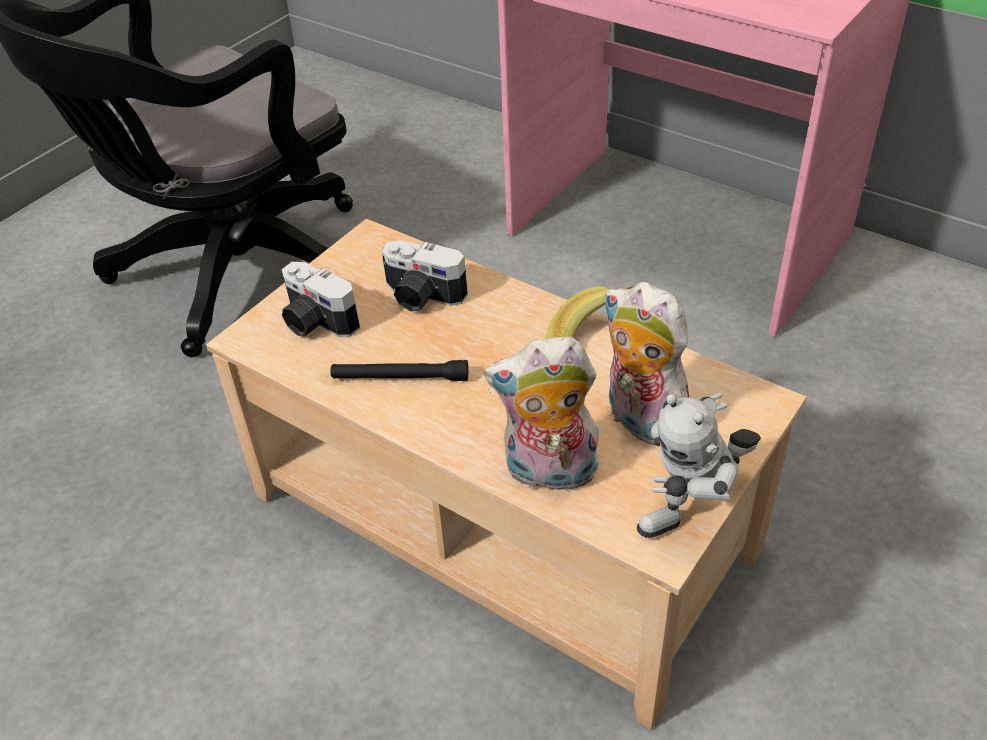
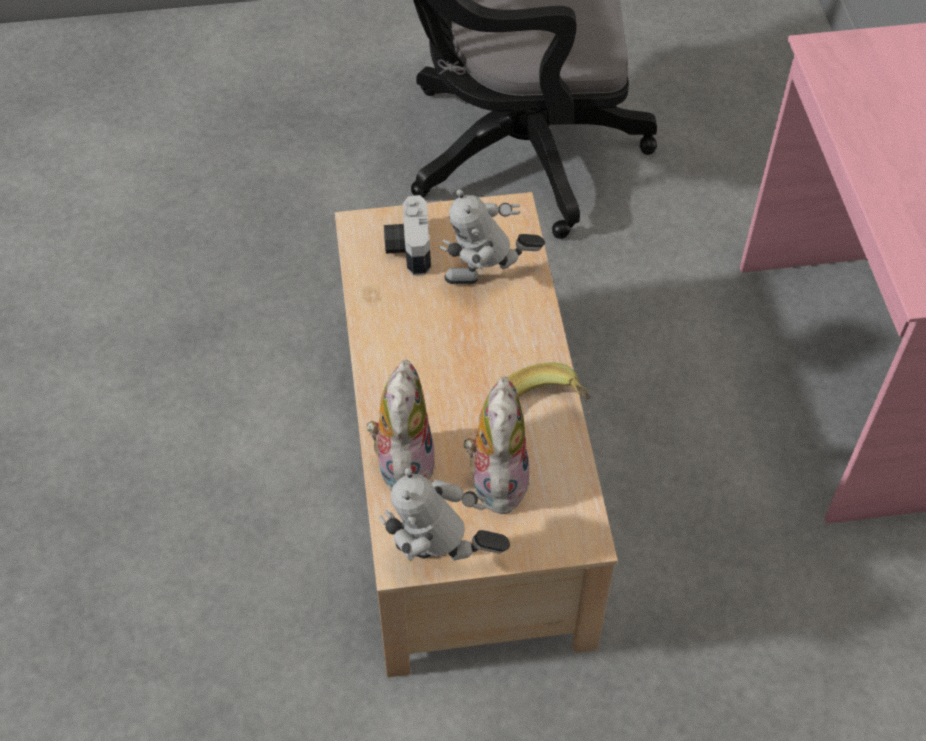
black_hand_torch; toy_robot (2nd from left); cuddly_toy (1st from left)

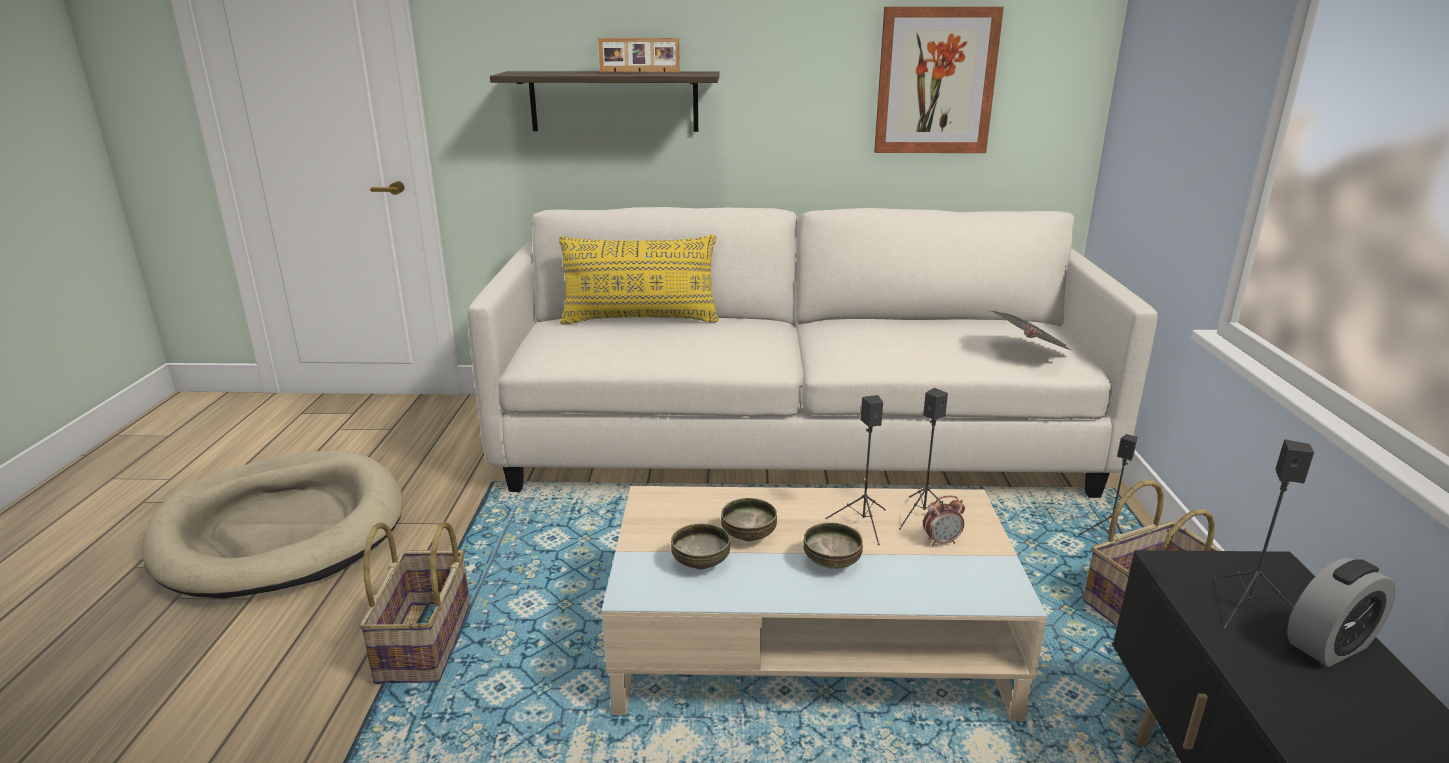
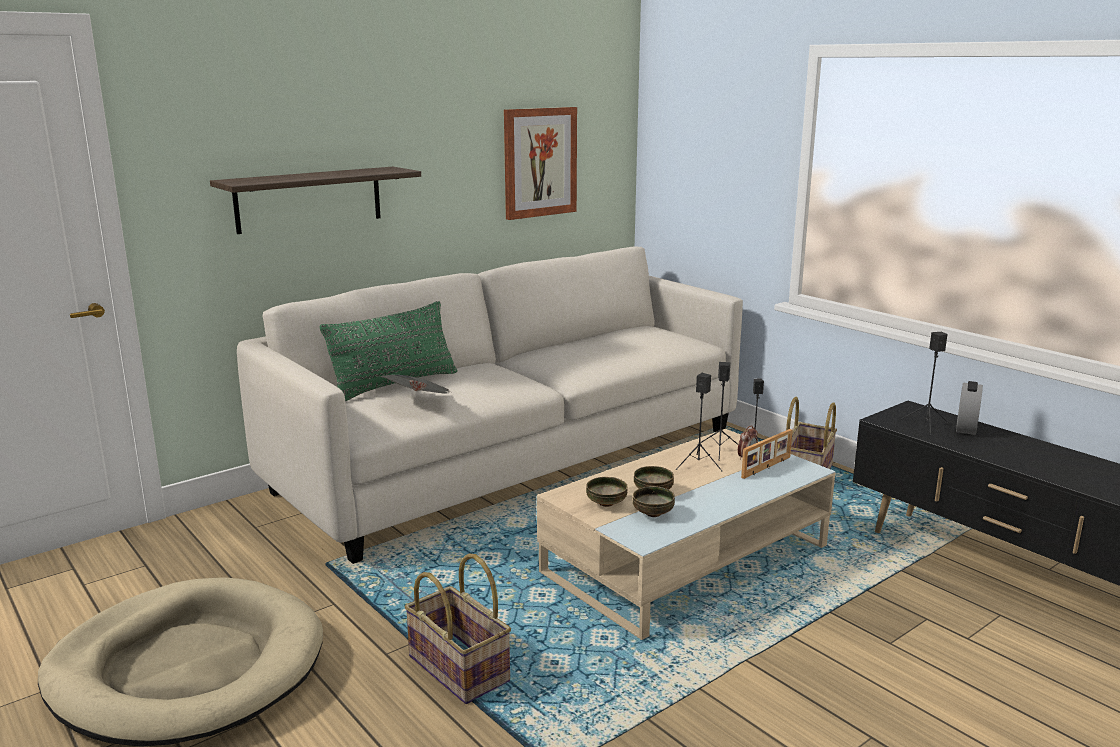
photo_frame; serving_bowl (1st from left); daily_paper; greenish_pillow

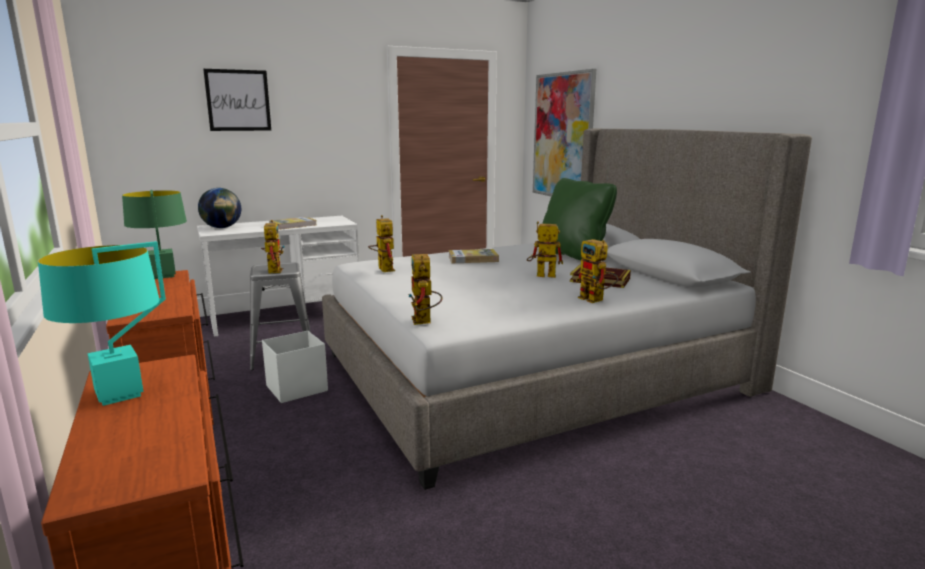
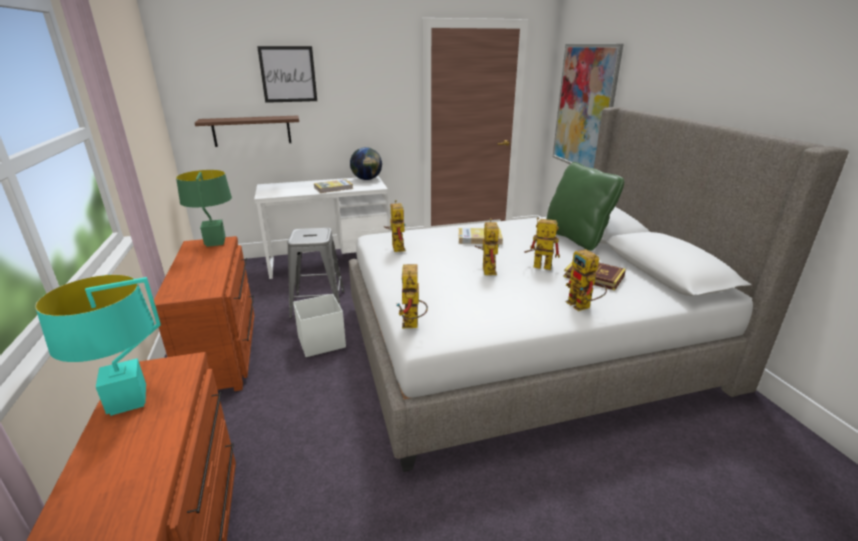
bracket_shelf; world_globe; toy_robot (3rd from left)

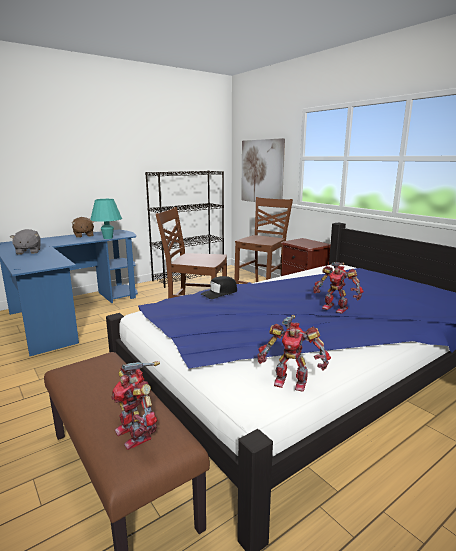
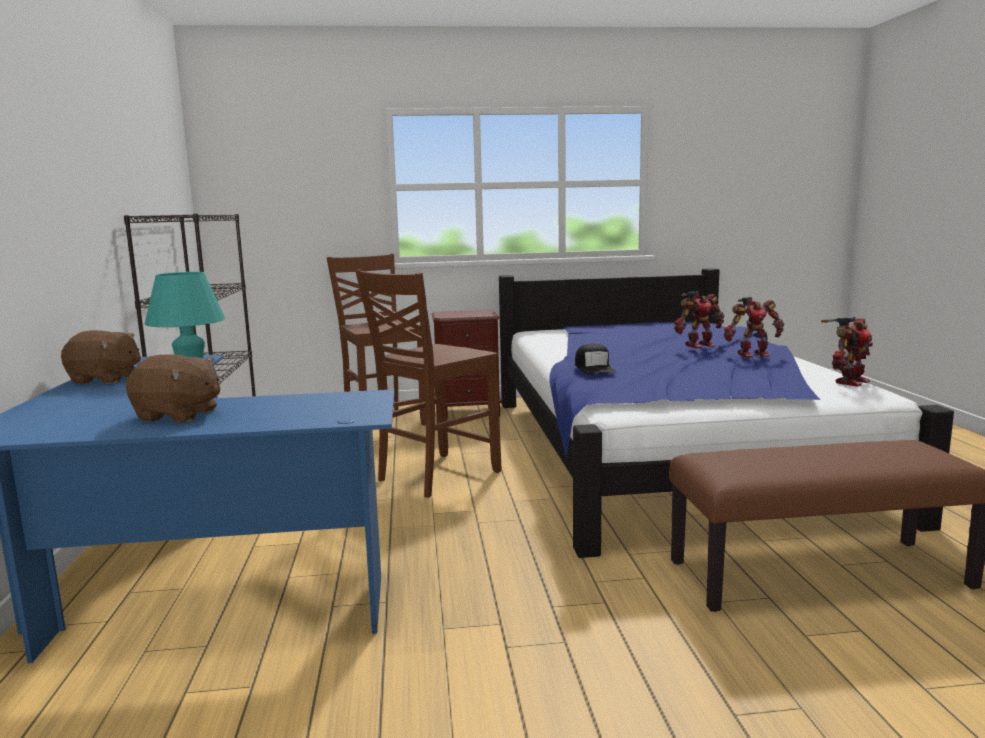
wall_picture; toy_robot (2nd from left); brownish_cuddly_toy (2nd from left)

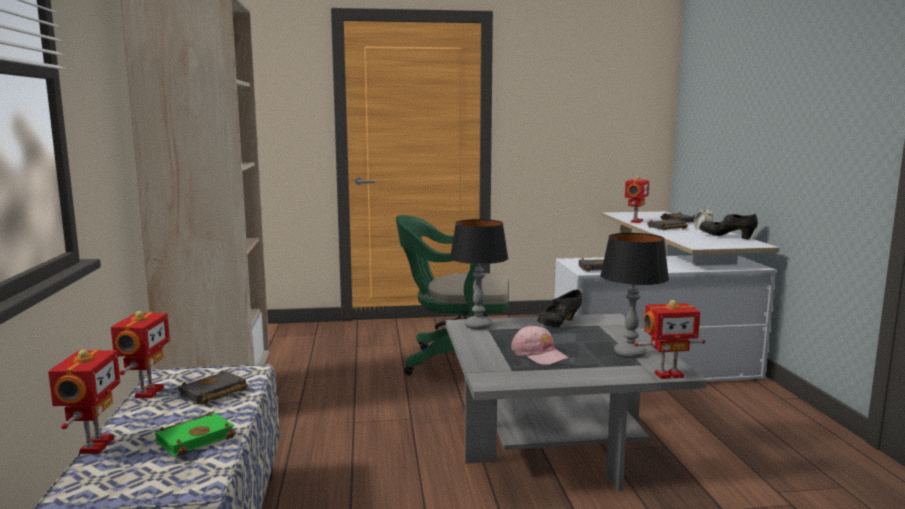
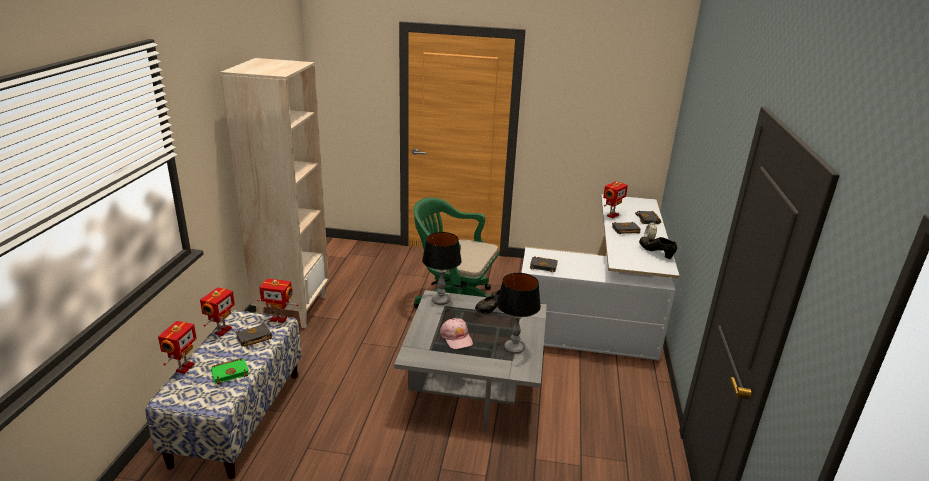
toy_robot (3rd from left)

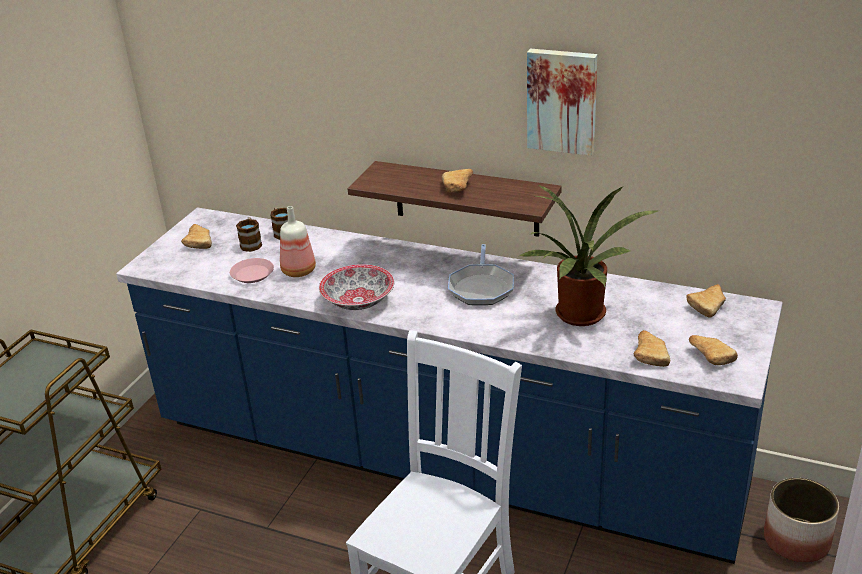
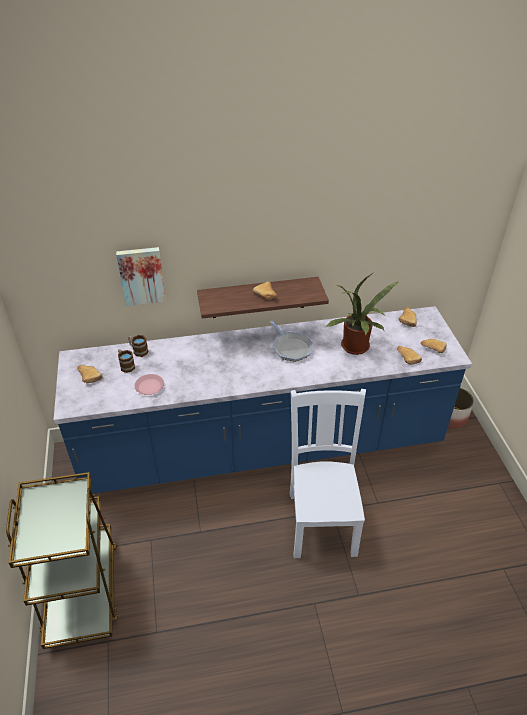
drink_bottle; serving_bowl; wall_picture

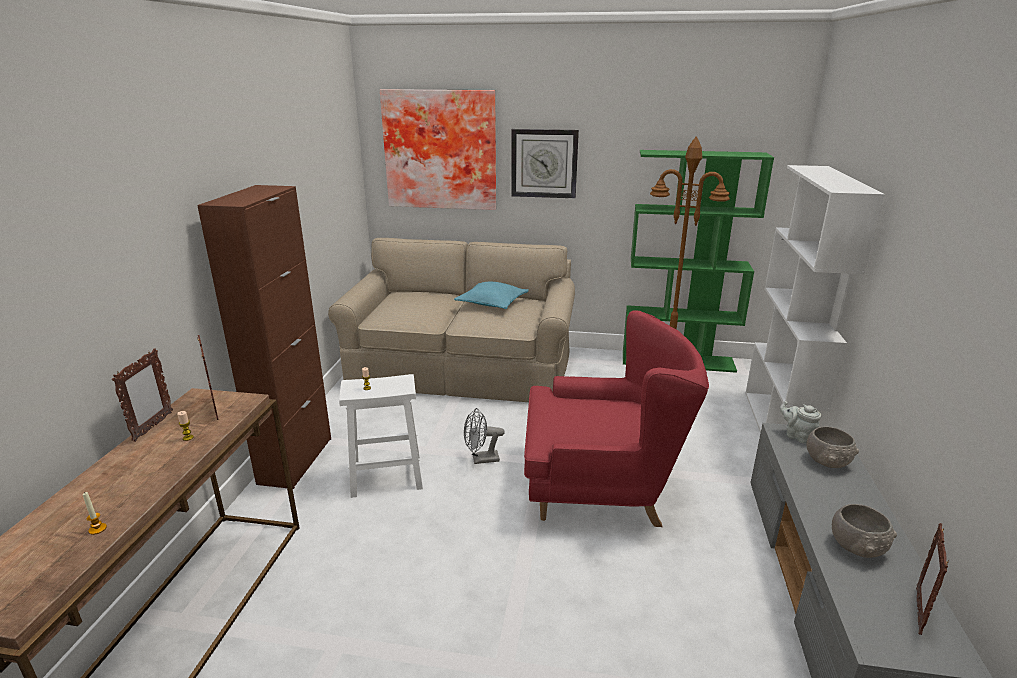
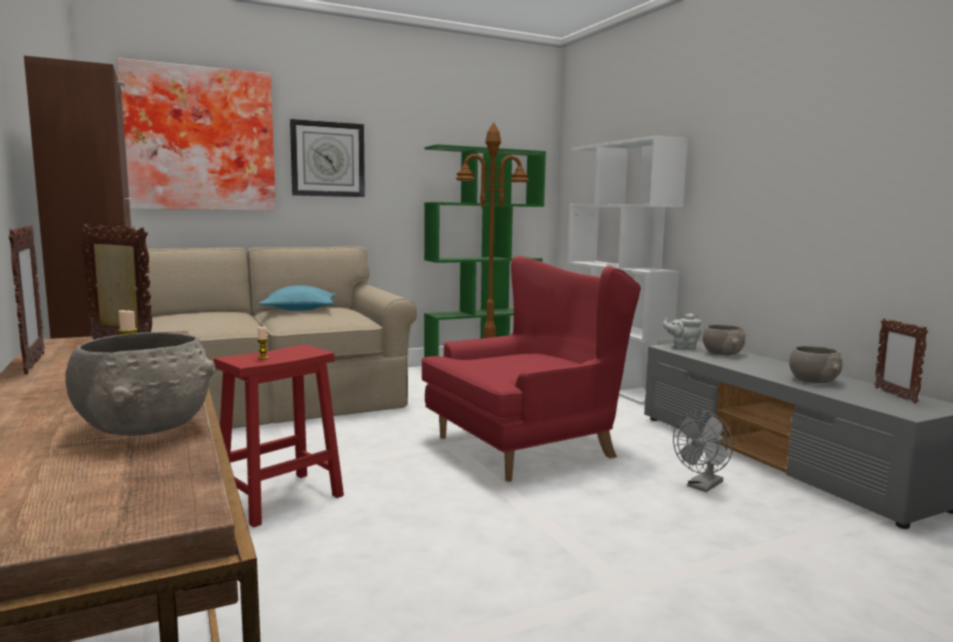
gray_electric_fan; gray_serving_bowl (1st from left); reddish_stool

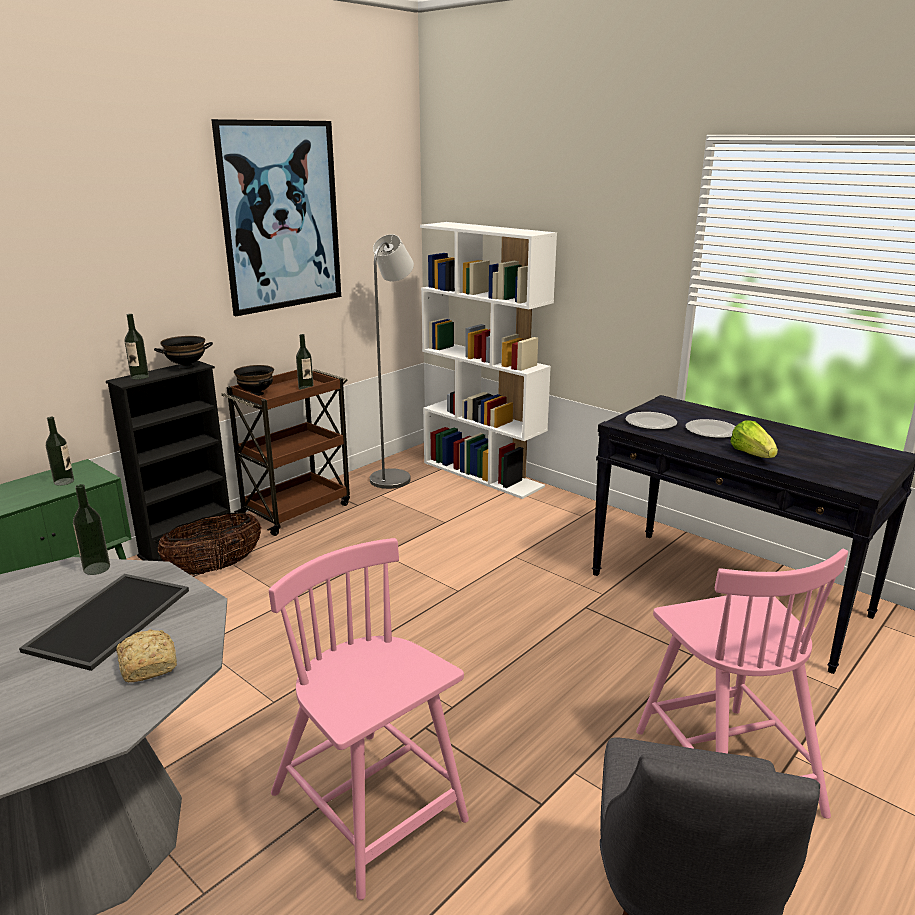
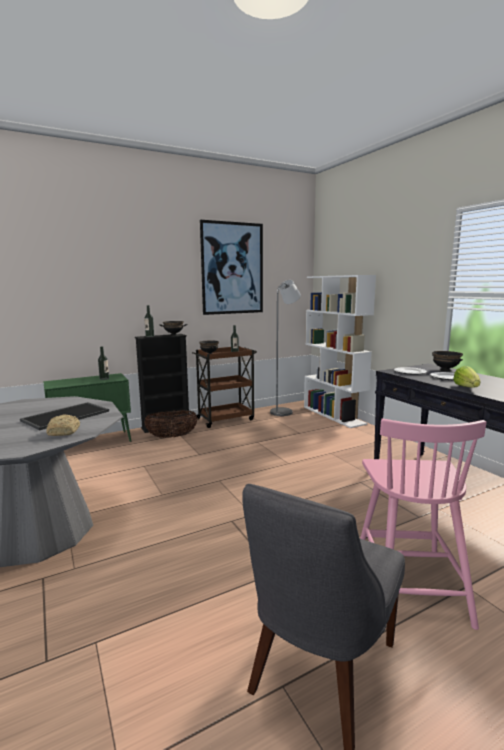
drink_bottle (2nd from left in the first image); pink-coloured_chair (1st from left in the first image); black_serving_bowl (3rd from left)

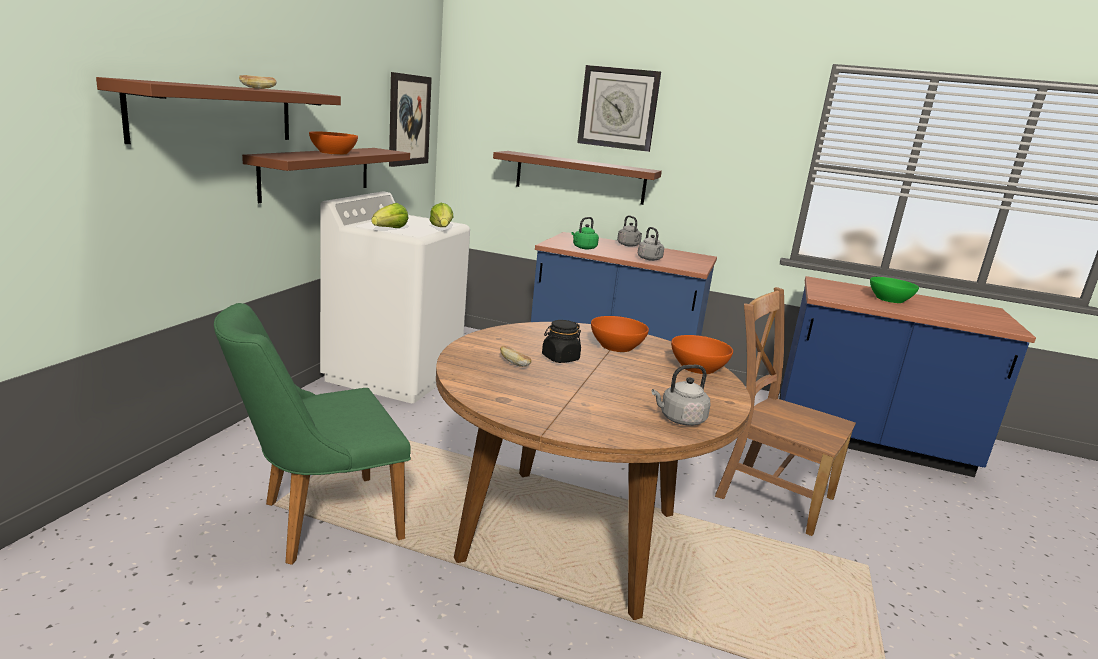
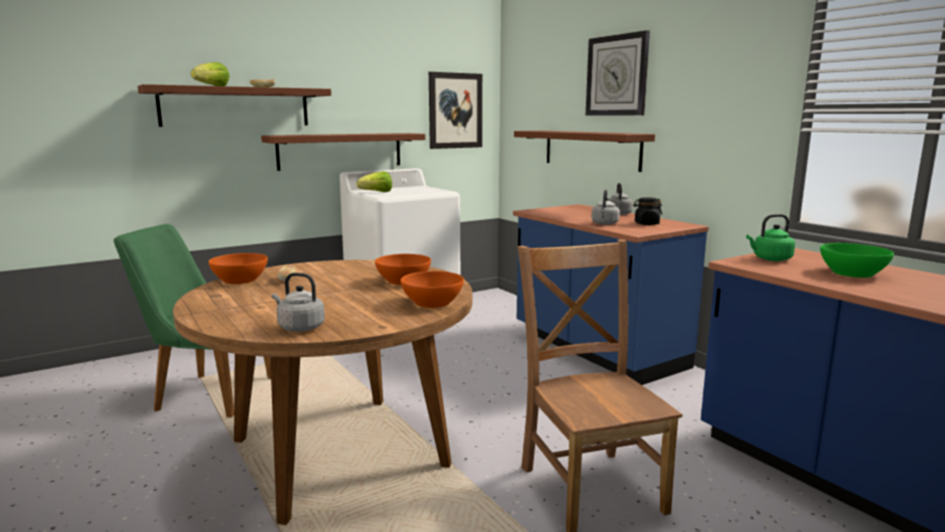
orangey_serving_bowl (1st from left); lettuce (1st from left); black_storage_jar; greenish_tea_kettle

